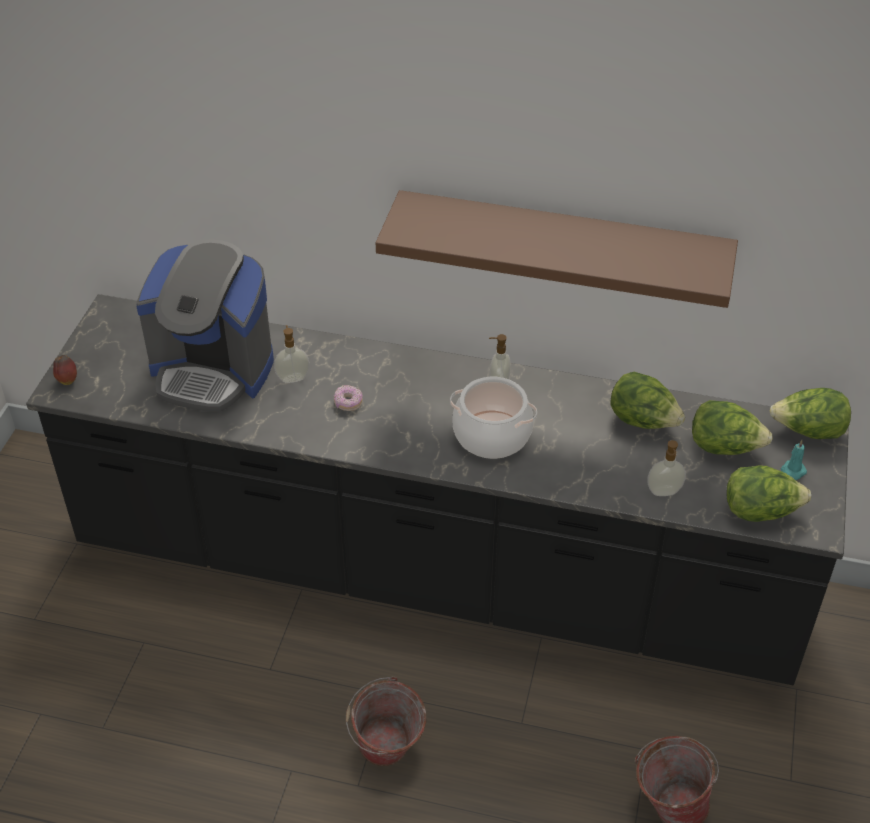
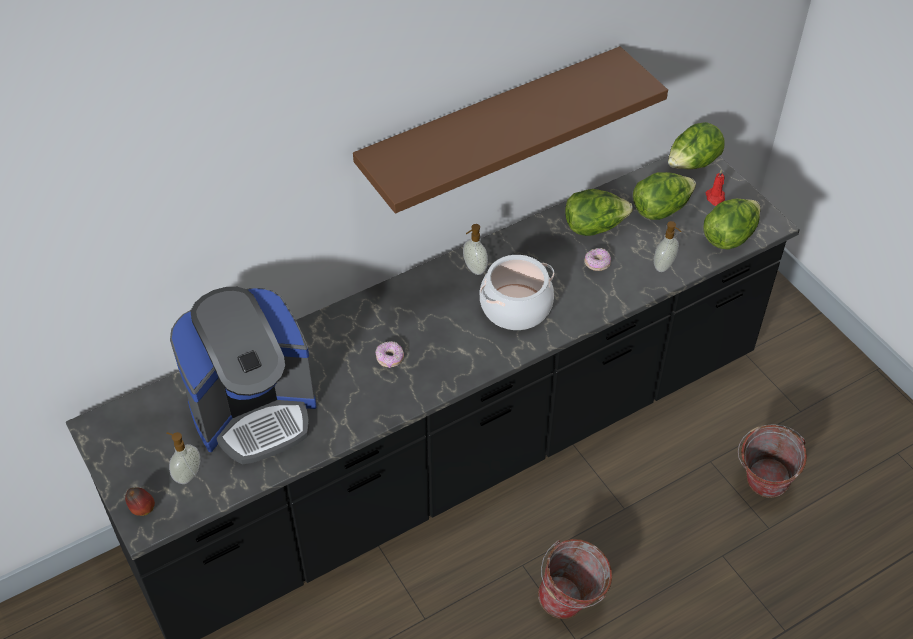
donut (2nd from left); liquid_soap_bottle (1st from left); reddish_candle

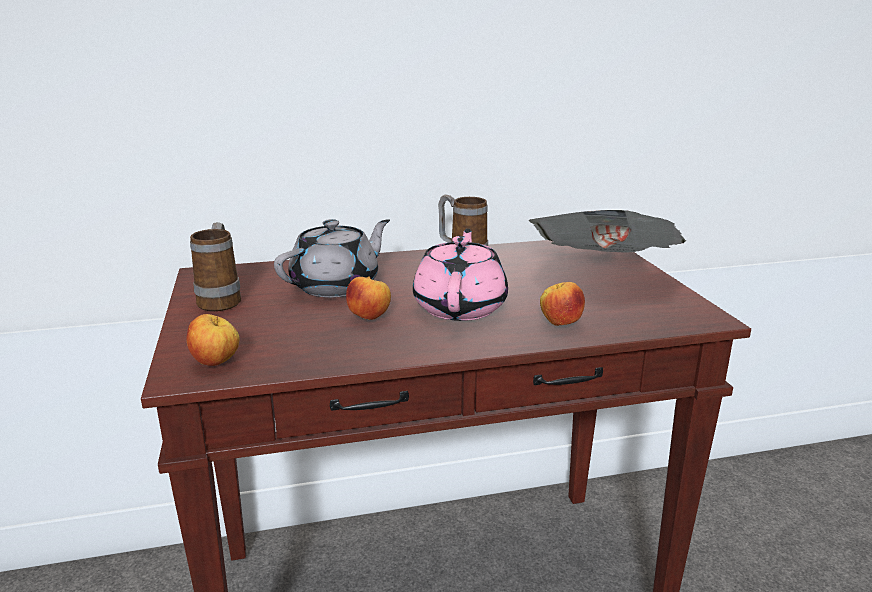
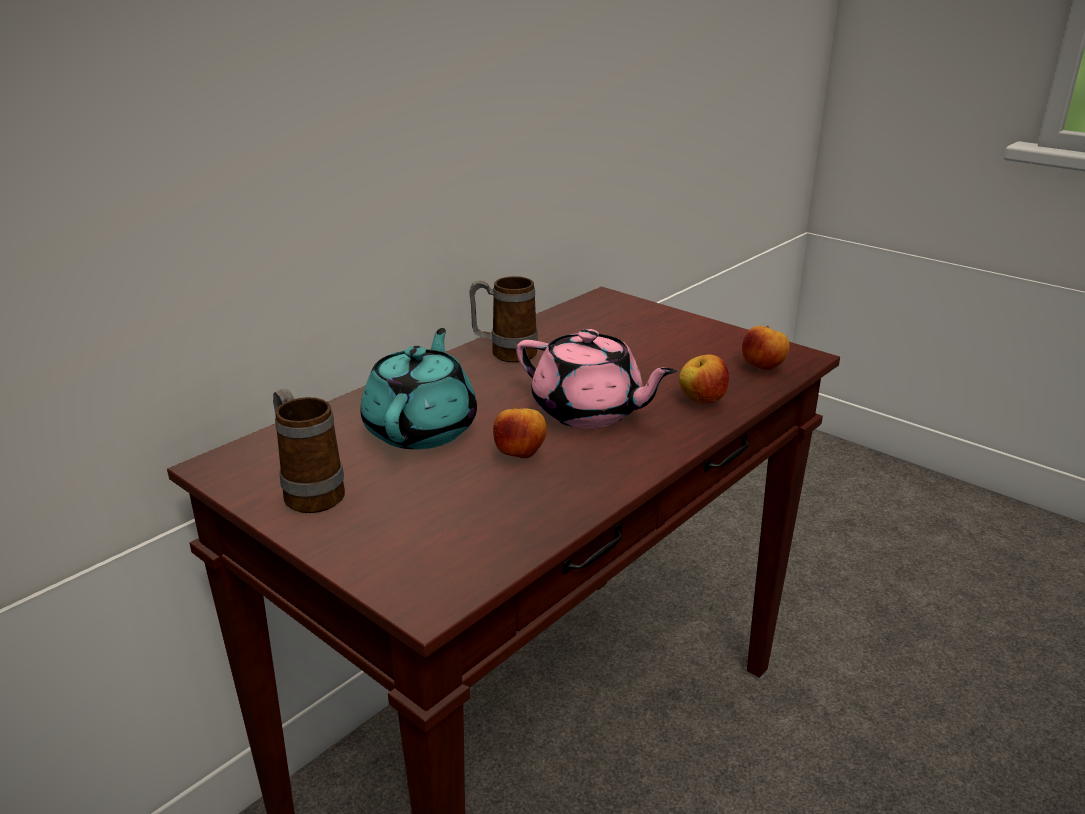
daily_paper; apple (3rd from left); turquoise_teapot; pink-coloured_teapot

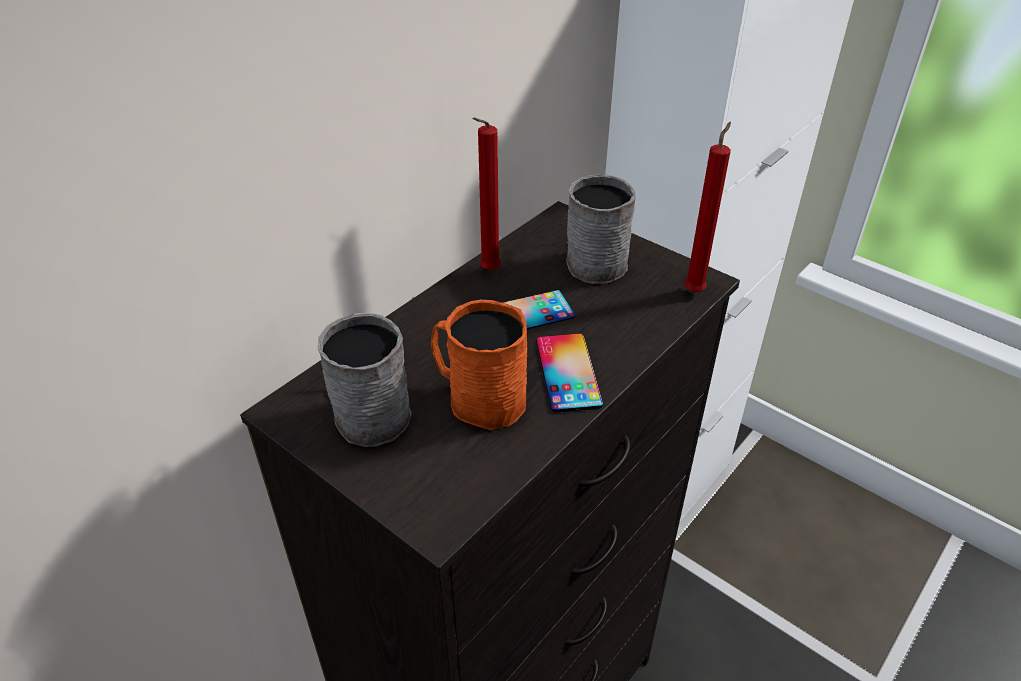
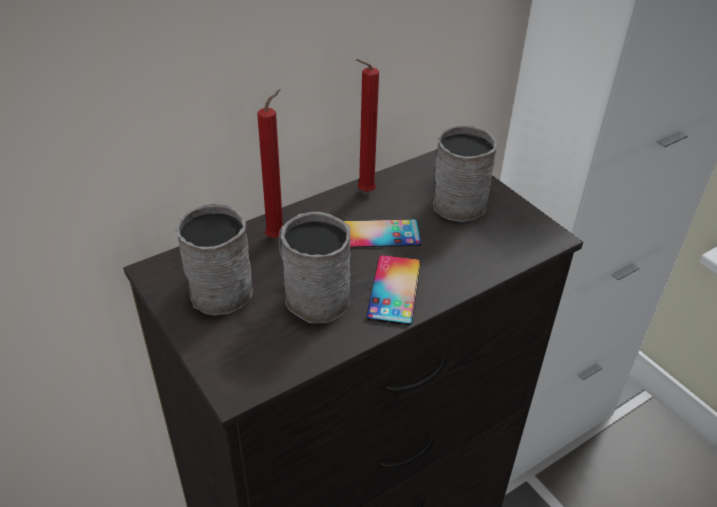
reddish_candle (1st from left); gray_mug (2nd from left)

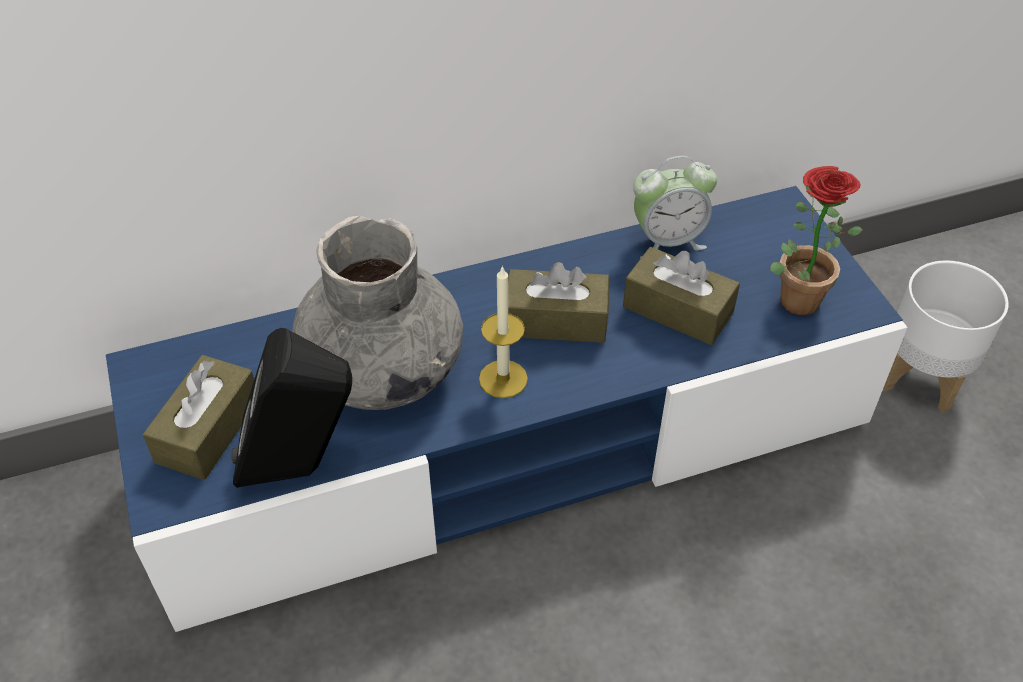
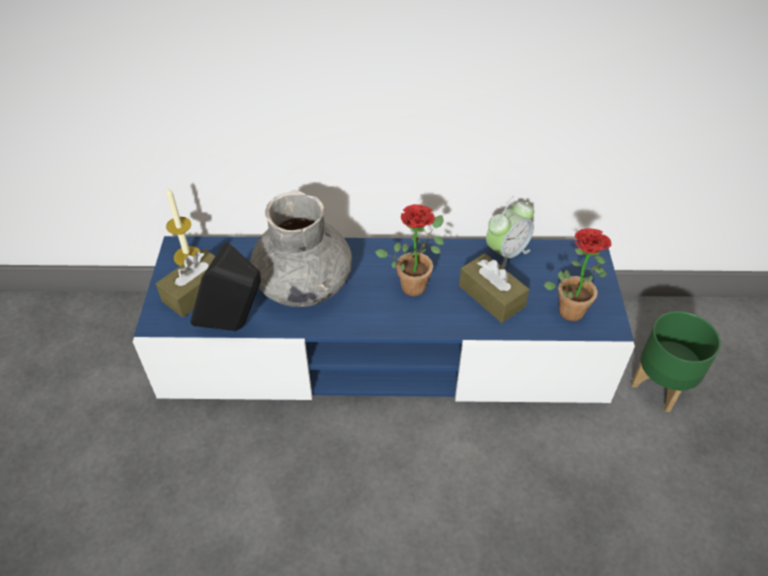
candle; houseplant (1st from left); greenish_plant_pot; bedside_clock

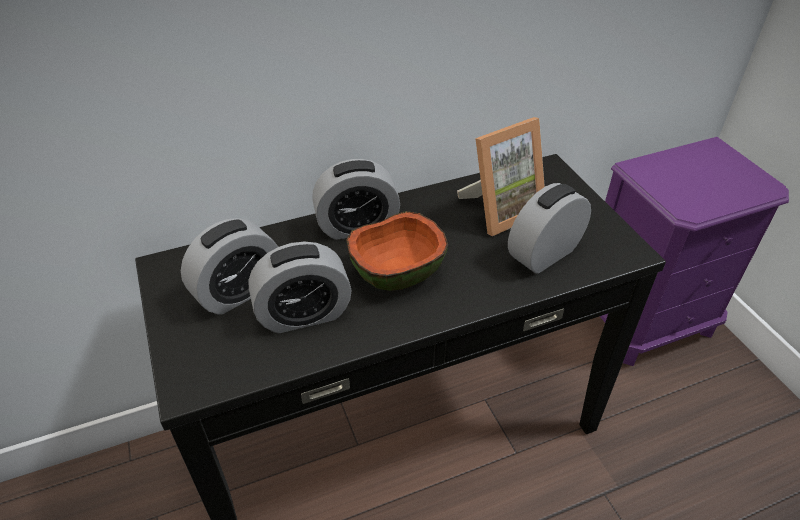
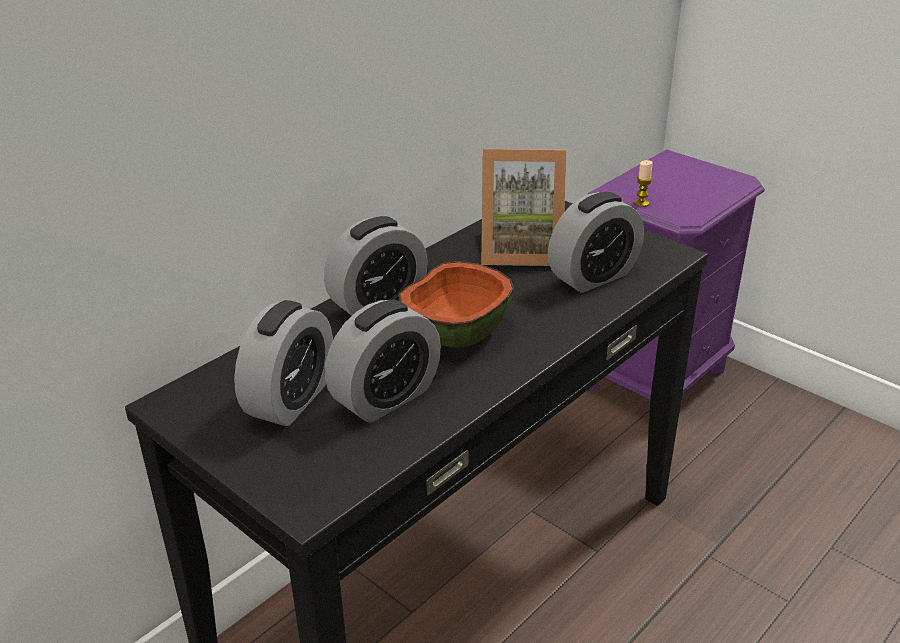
candle; photo_frame; bedside_clock (4th from left)

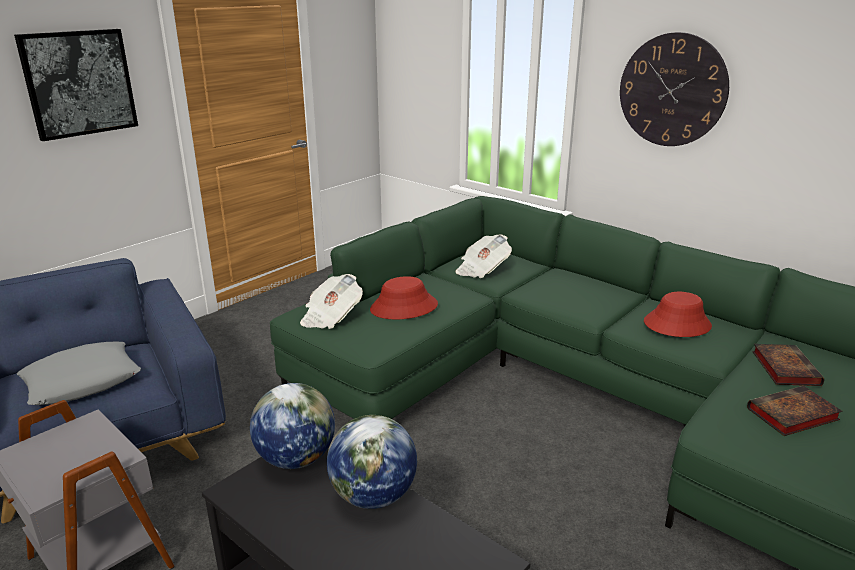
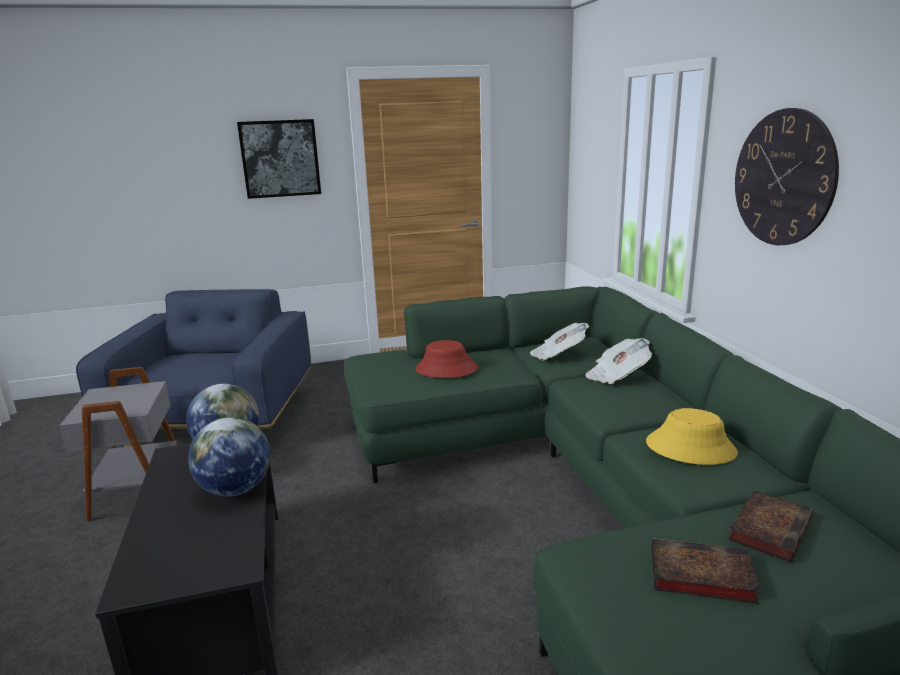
gray_pillow; daily_paper (2nd from left); yellow_clothing_hat

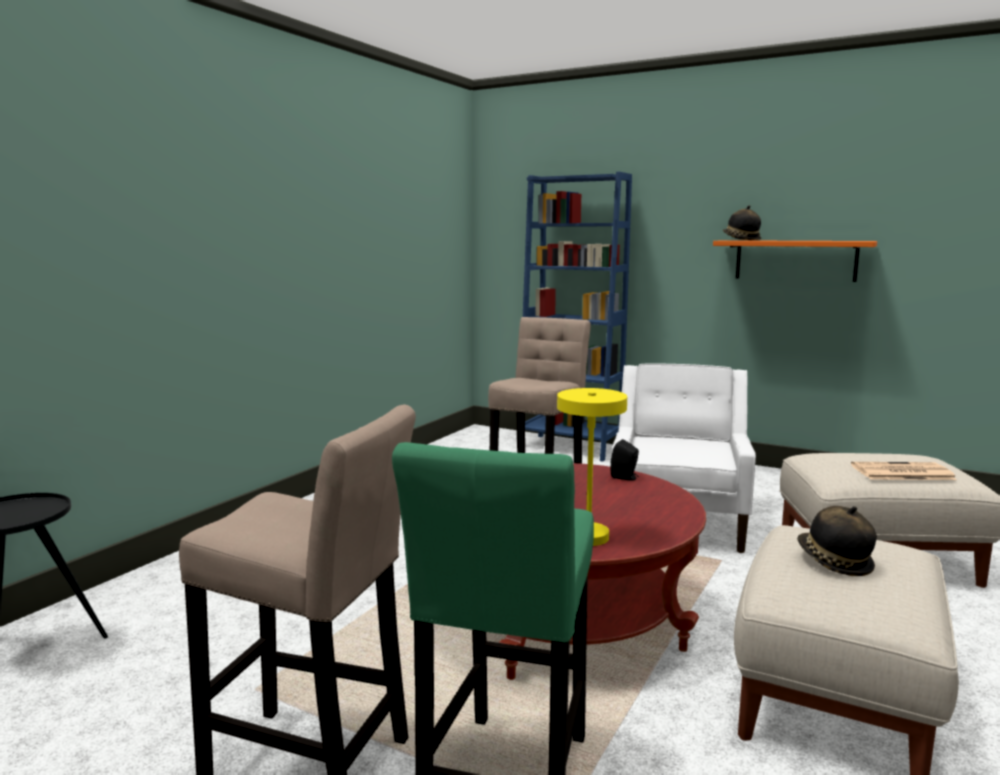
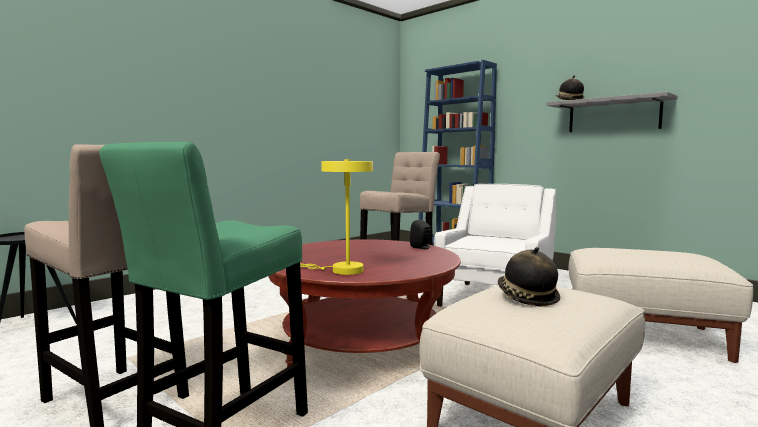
daily_paper; gray_bracket_shelf

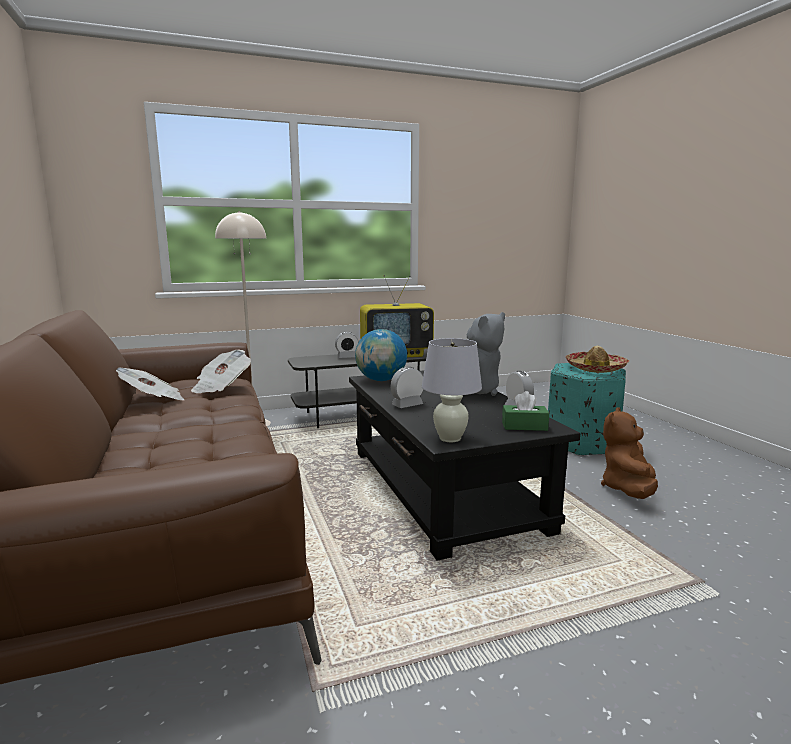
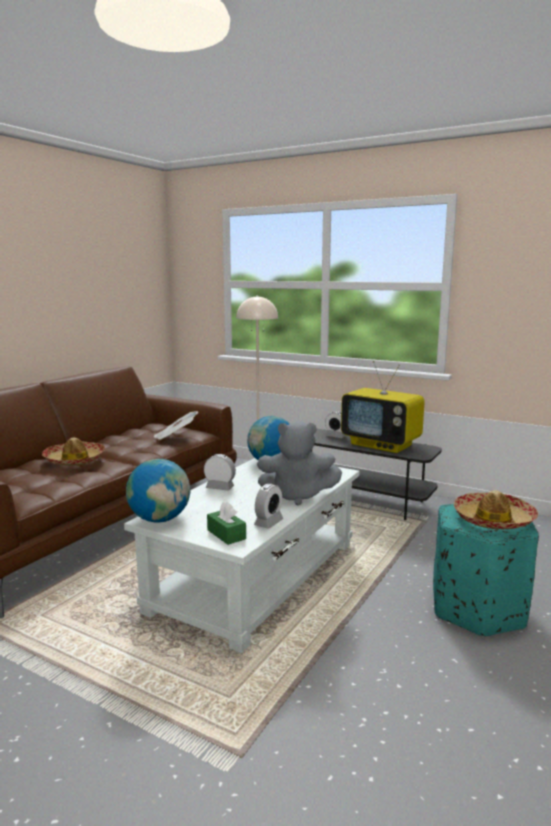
daily_paper (1st from left in the first image); brownish_cuddly_toy; clothing_hat (1st from left); world_globe (1st from left); white-coloured_low_table

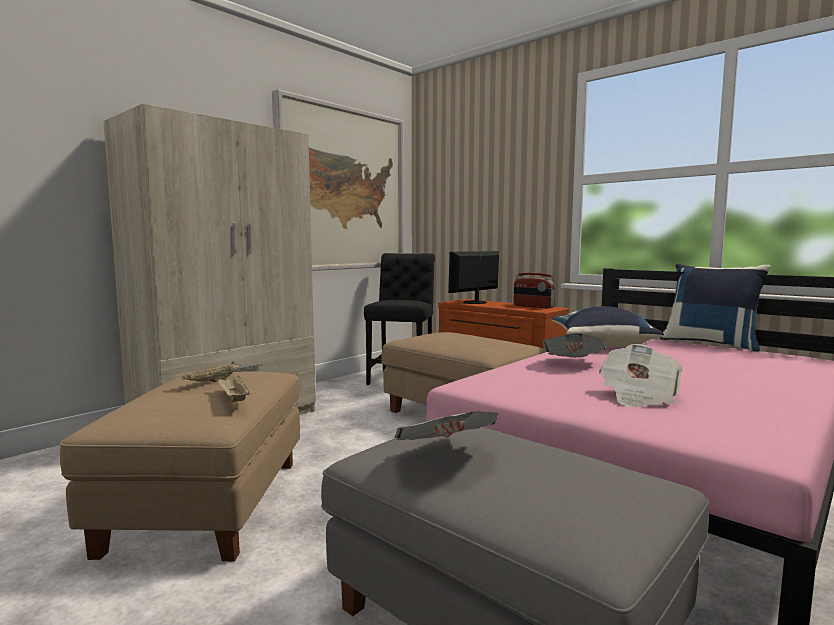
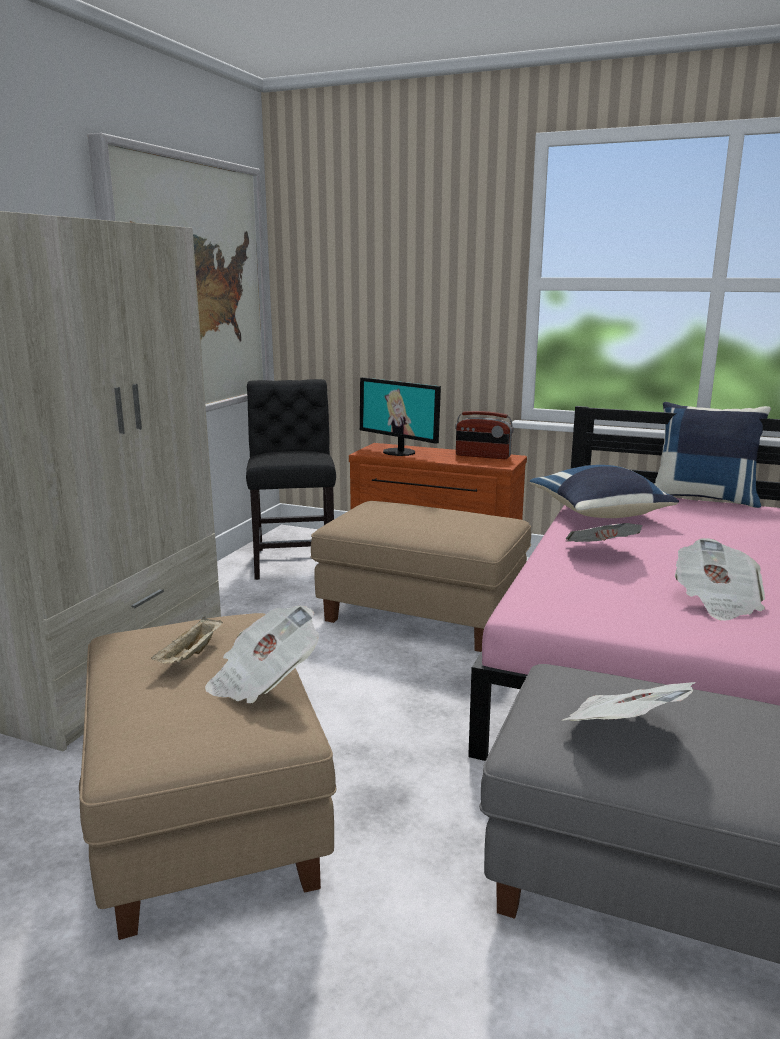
daily_paper (1st from left); monitor

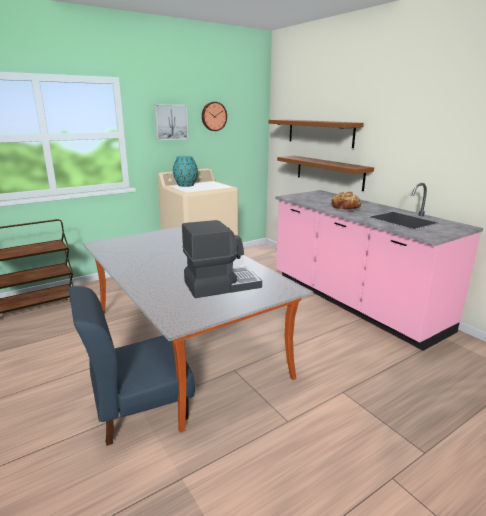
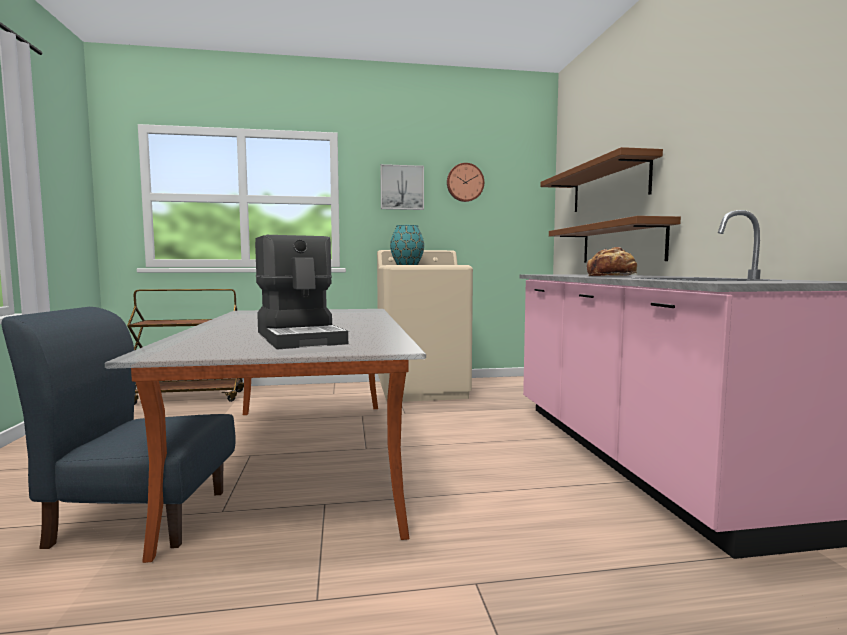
coffee_maker

